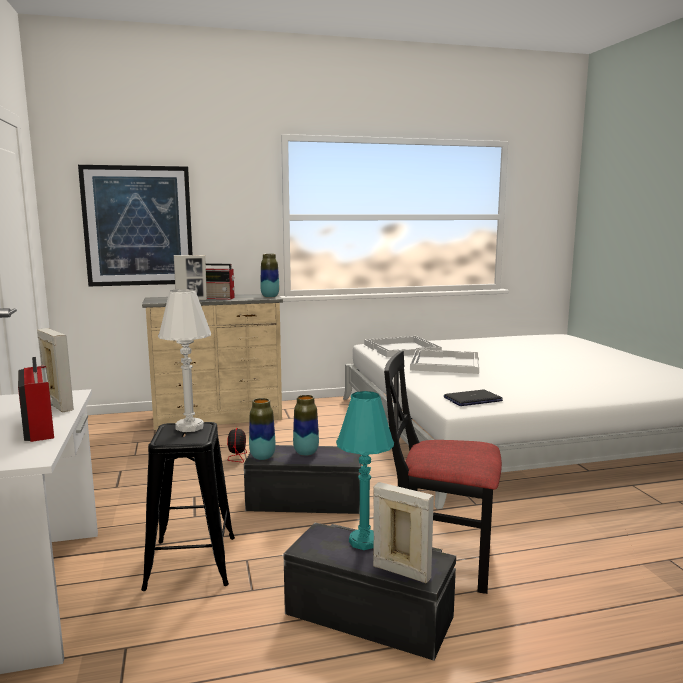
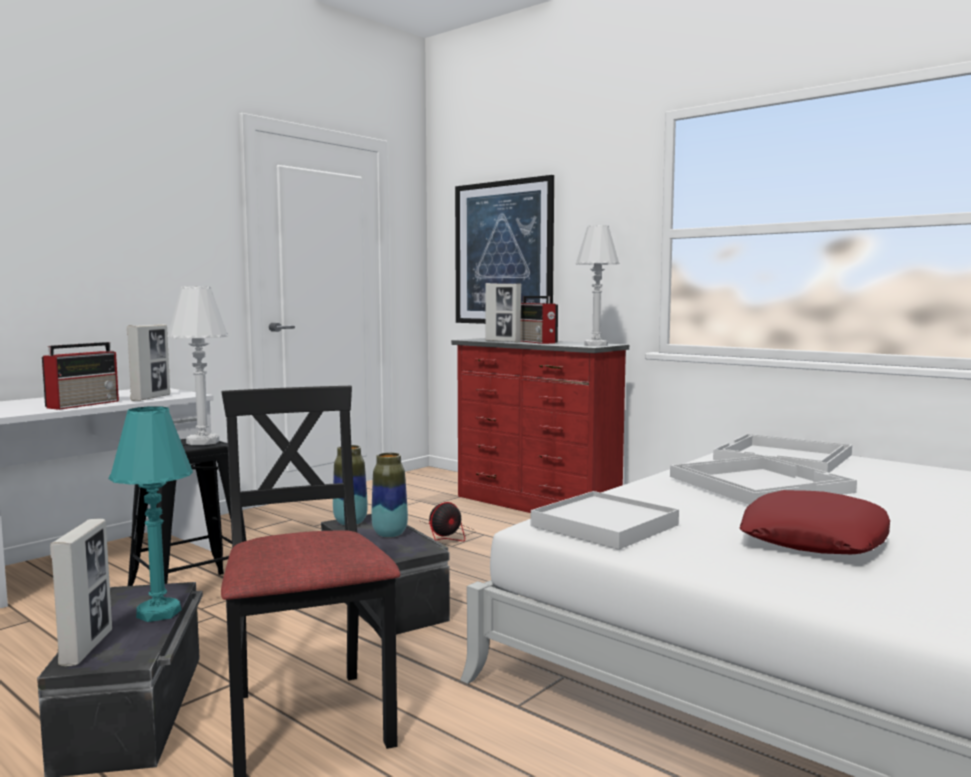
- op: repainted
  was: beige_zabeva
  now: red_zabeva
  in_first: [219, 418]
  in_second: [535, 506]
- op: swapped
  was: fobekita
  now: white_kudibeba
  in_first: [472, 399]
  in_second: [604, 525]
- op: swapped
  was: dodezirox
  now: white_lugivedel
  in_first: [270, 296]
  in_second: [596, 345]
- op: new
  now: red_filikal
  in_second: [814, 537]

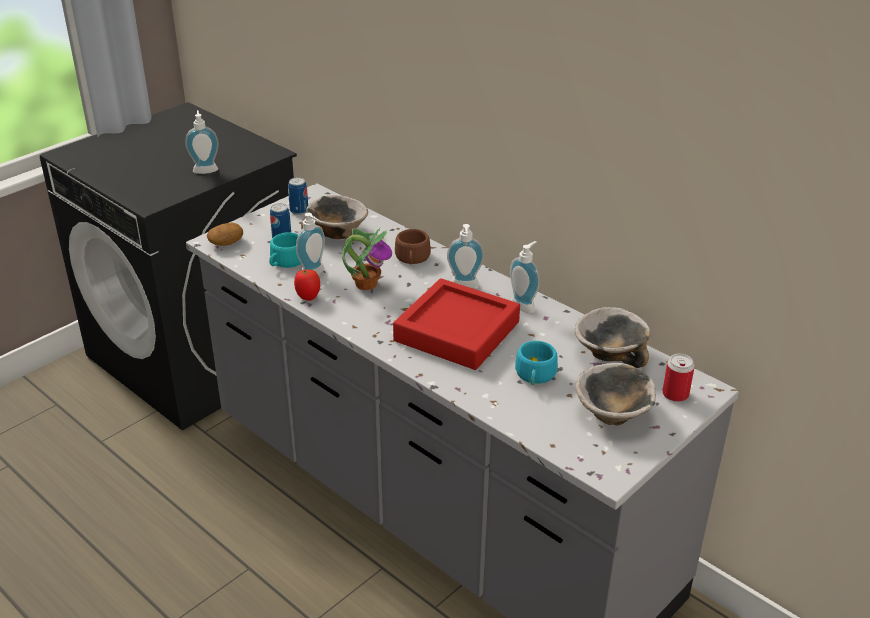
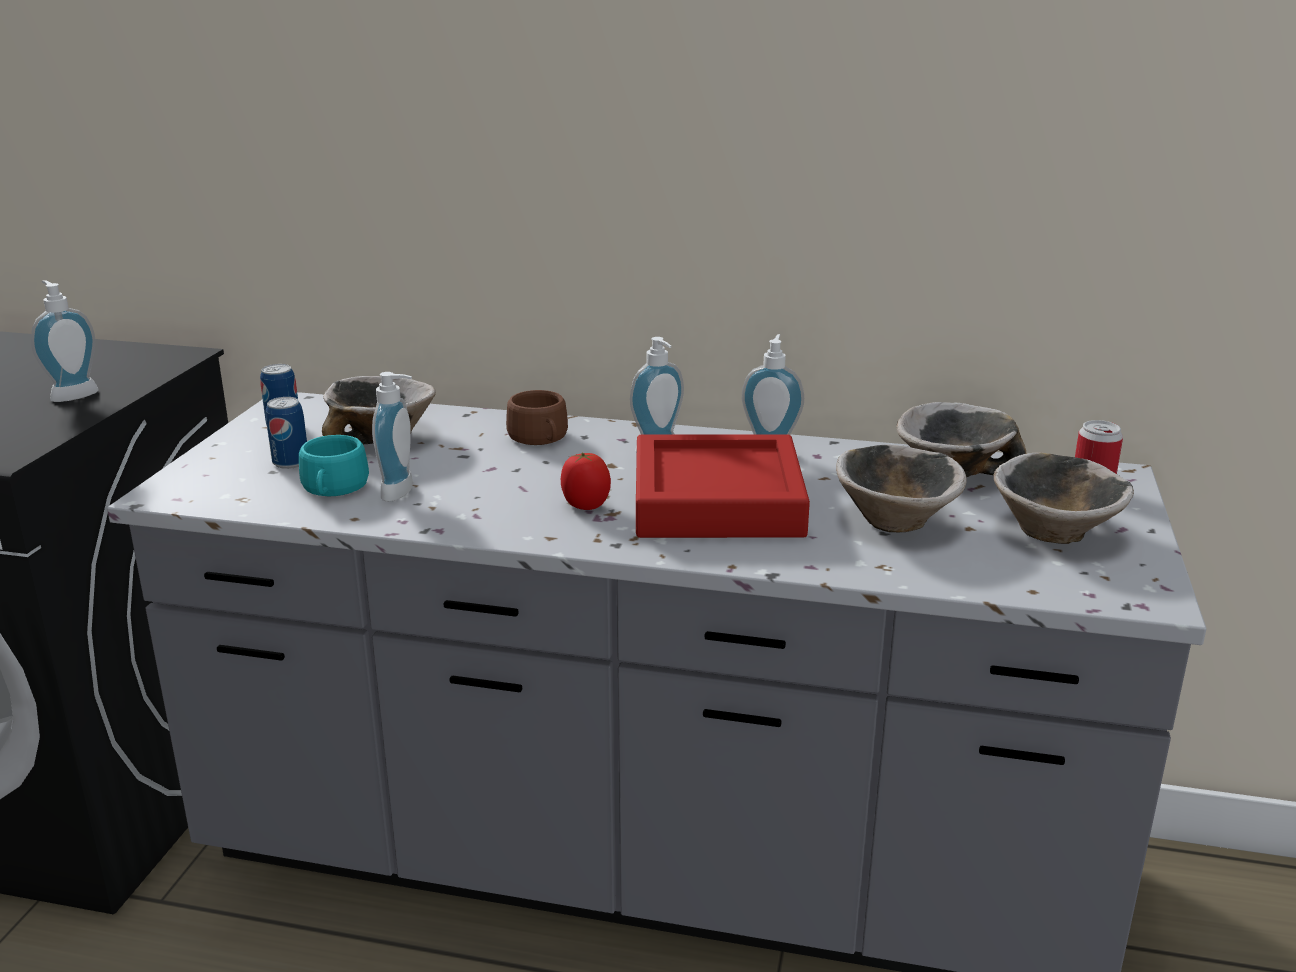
- op: shifted
  was: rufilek
  in_first: [308, 297]
  in_second: [585, 505]
- op: swapped
  was: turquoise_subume
  now: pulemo
  in_first: [535, 376]
  in_second: [895, 521]
- op: gone
  was: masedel
  in_first: [226, 243]
- op: gone
  was: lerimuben
  in_first: [366, 283]

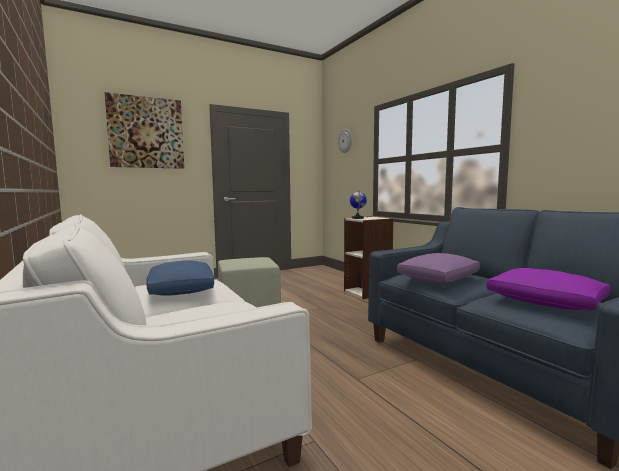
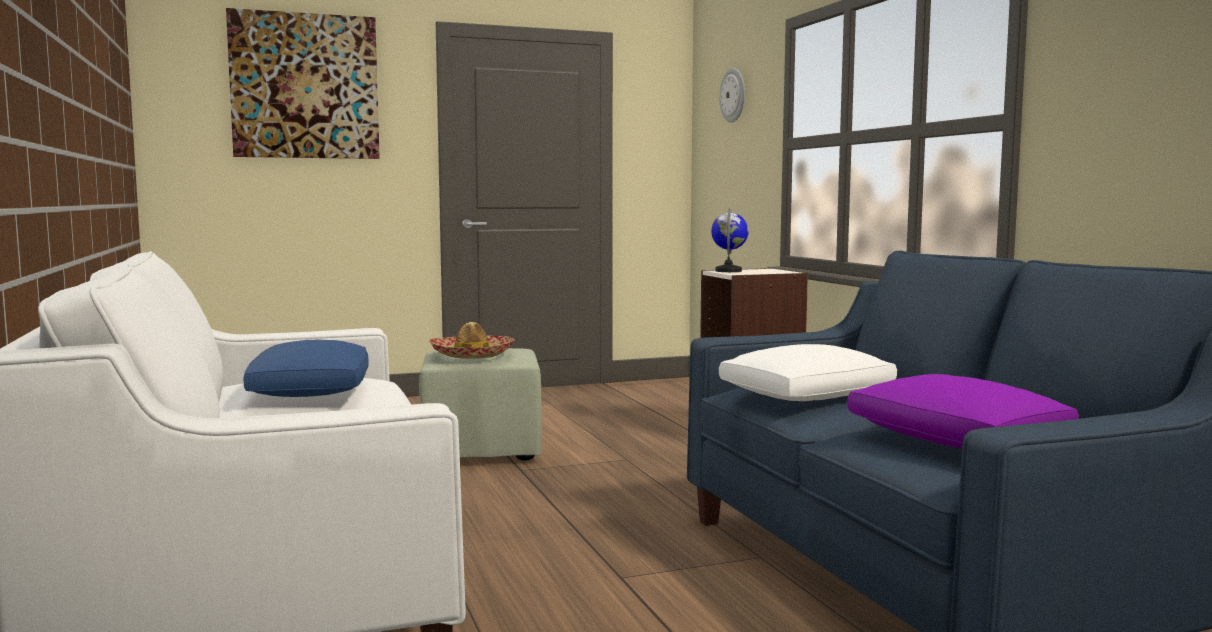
- op: new
  now: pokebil
  in_second: [472, 355]
- op: repainted
  was: purple_filikal
  now: white_filikal
  in_first: [438, 278]
  in_second: [807, 395]

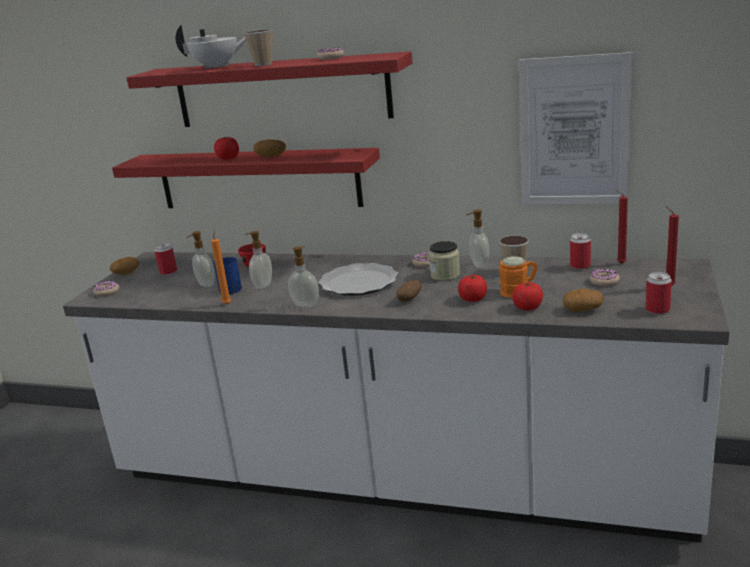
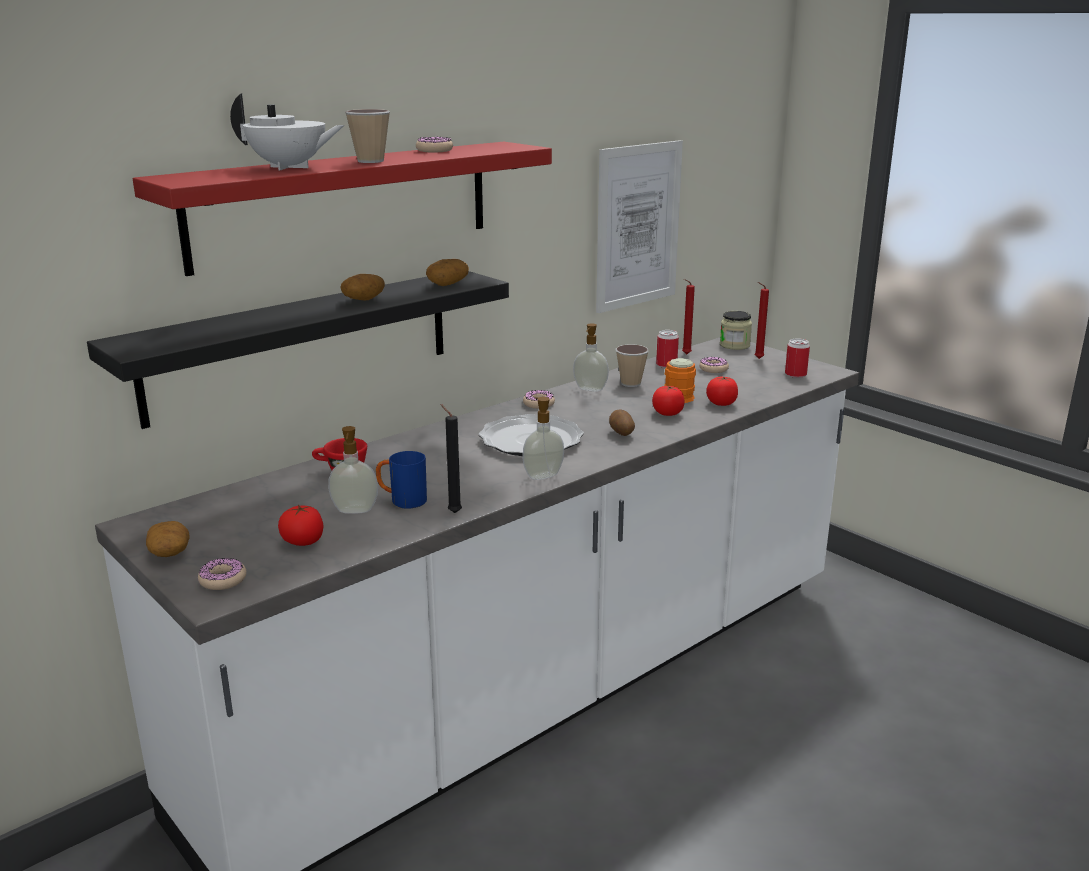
- op: repainted
  was: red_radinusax
  now: black_radinusax
  in_first: [258, 179]
  in_second: [302, 344]
- op: rotated
  was: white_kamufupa
  in_first: [217, 67]
  in_second: [289, 167]
  clockwise: 75
- op: shifted
  was: rufilek
  in_first: [228, 158]
  in_second: [303, 542]
- op: shifted
  was: masedel
  in_first: [583, 309]
  in_second: [448, 284]
- op: repainted
  was: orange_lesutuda
  now: black_lesutuda
  in_first: [227, 303]
  in_second: [453, 512]
- op: shifted
  was: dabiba
  in_first: [445, 275]
  in_second: [734, 345]
- op: gone
  was: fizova
  in_first: [168, 272]
- op: gone
  was: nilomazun
  in_first: [262, 285]

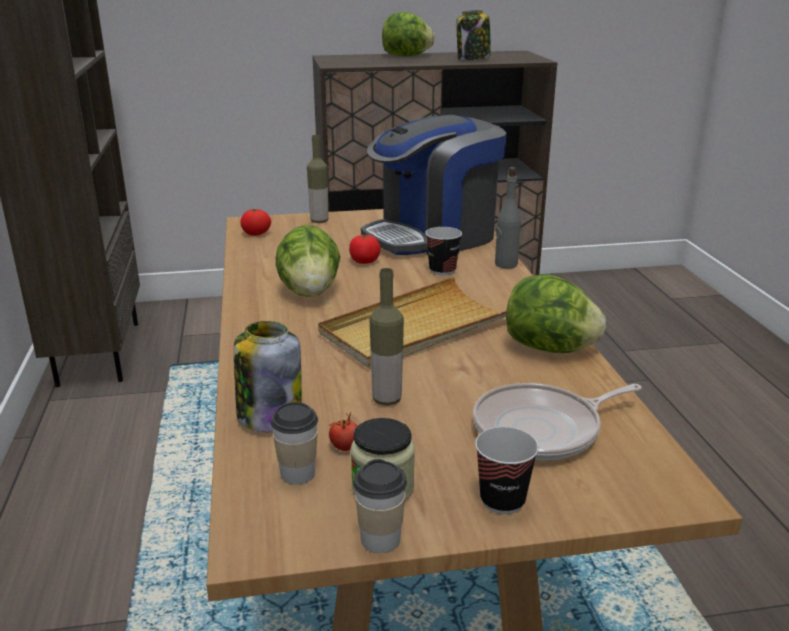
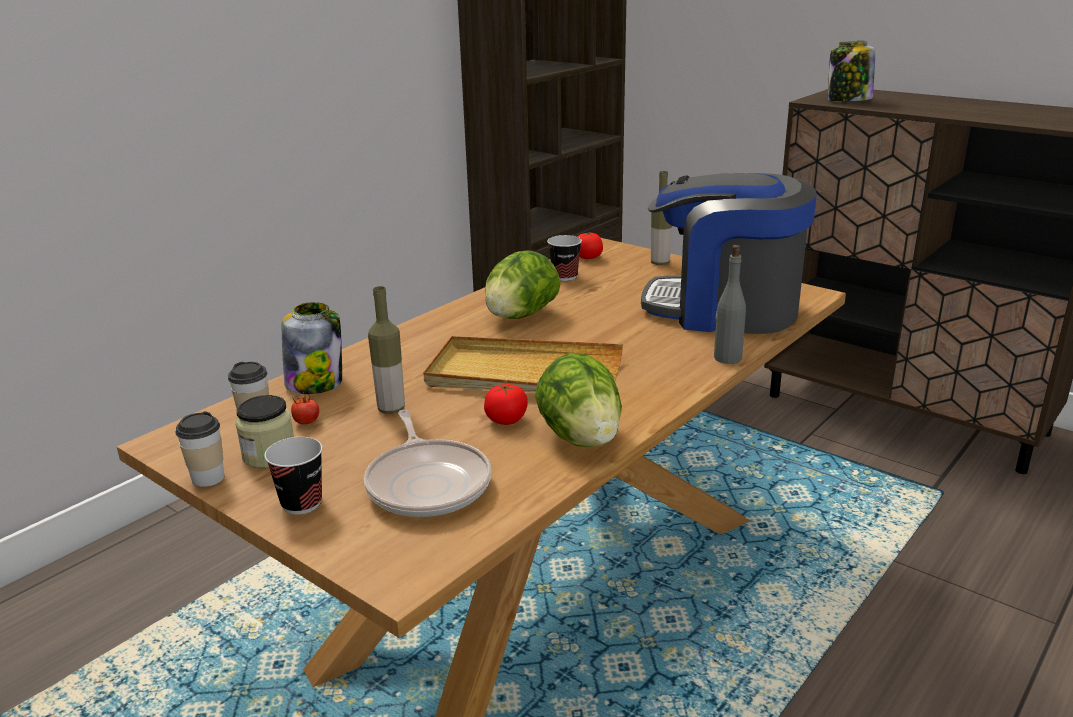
- op: rotated
  was: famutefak
  in_first: [542, 429]
  in_second: [428, 483]
  clockwise: -135
- op: shifted
  was: rufilek
  in_first: [364, 261]
  in_second: [506, 420]
- op: shifted
  was: subume
  in_first: [442, 270]
  in_second: [564, 276]
- op: shifted
  was: dabiba
  in_first: [473, 59]
  in_second: [848, 100]
- op: gone
  was: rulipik
  in_first: [406, 56]

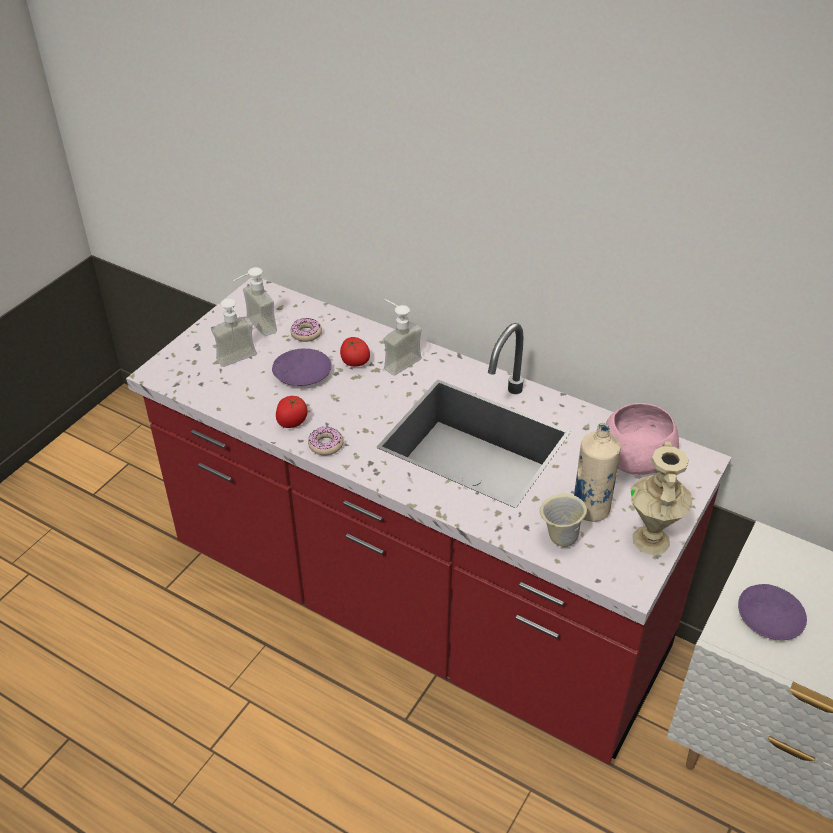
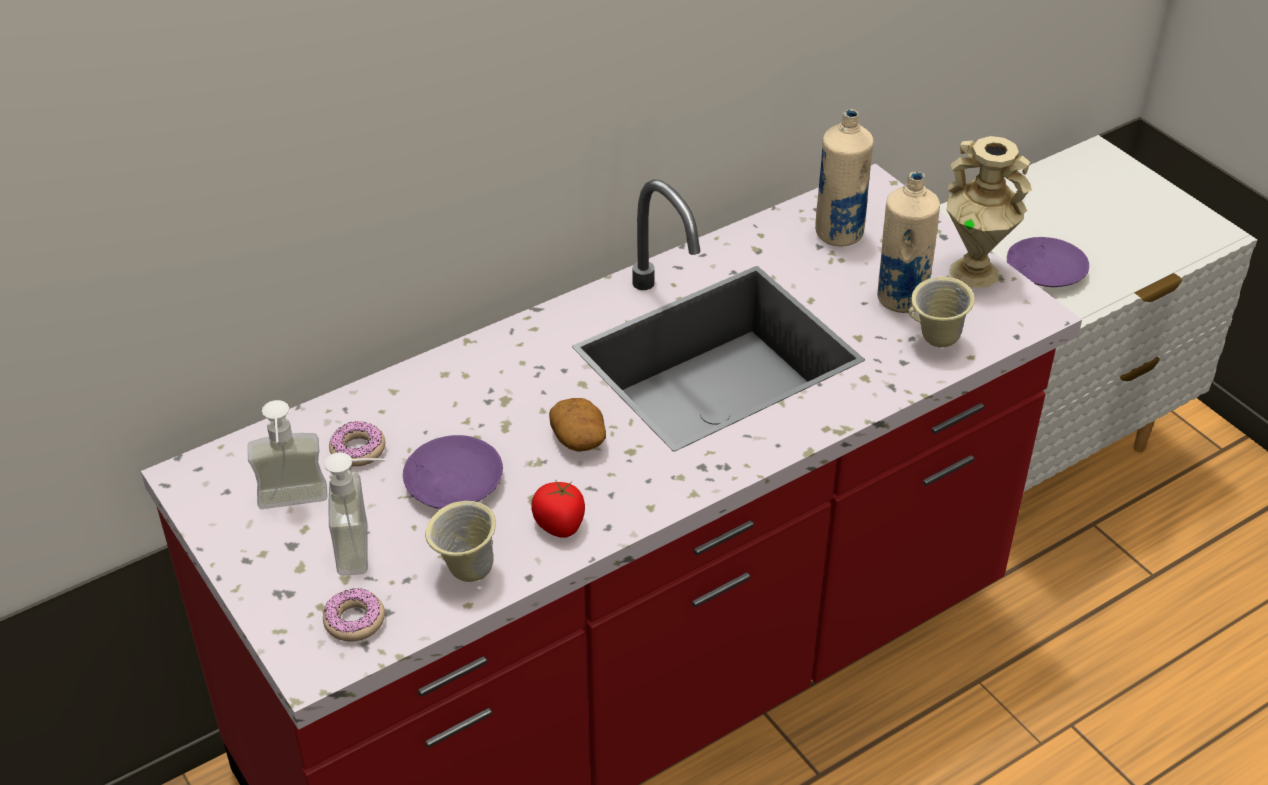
- op: shifted
  was: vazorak
  in_first: [326, 445]
  in_second: [354, 621]
- op: new
  now: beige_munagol
  in_second: [465, 572]
- op: new
  now: masedel
  in_second: [579, 439]
- op: swapped
  was: pink_pulemo
  now: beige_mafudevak
  in_first: [634, 460]
  in_second: [838, 234]
- op: gone
  was: rufilek
  in_first: [355, 362]
- op: gone
  was: nilomazun
  in_first: [397, 360]

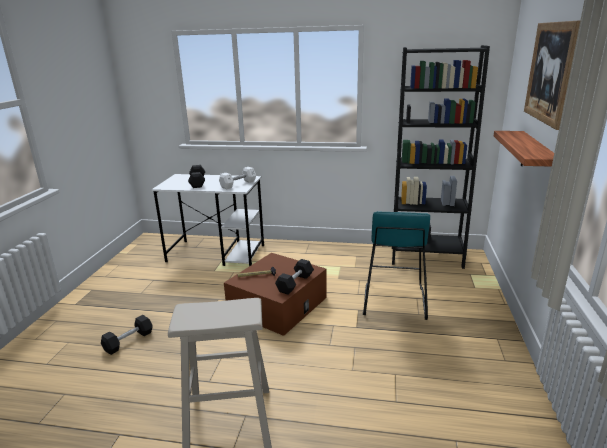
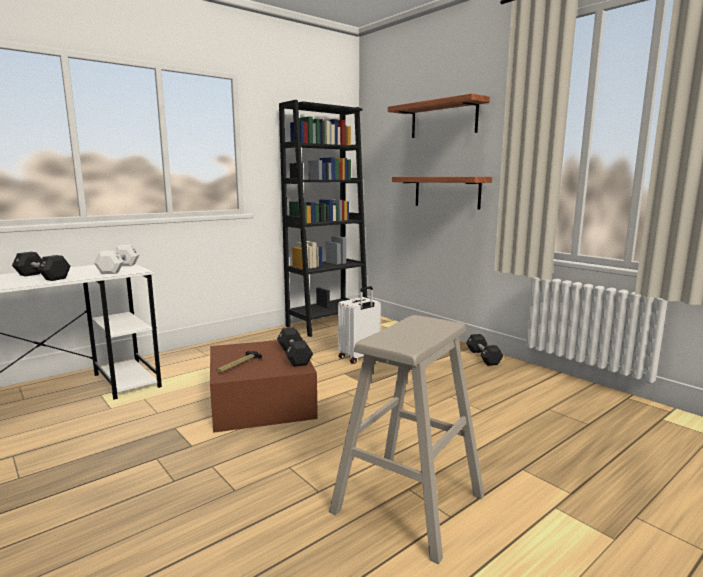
- op: swapped
  was: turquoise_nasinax
  now: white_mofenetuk
  in_first: [393, 301]
  in_second: [359, 357]
- op: swapped
  was: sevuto
  now: radinusax
  in_first: [550, 72]
  in_second: [443, 119]
- op: shifted
  was: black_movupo
  in_first: [128, 341]
  in_second: [483, 357]

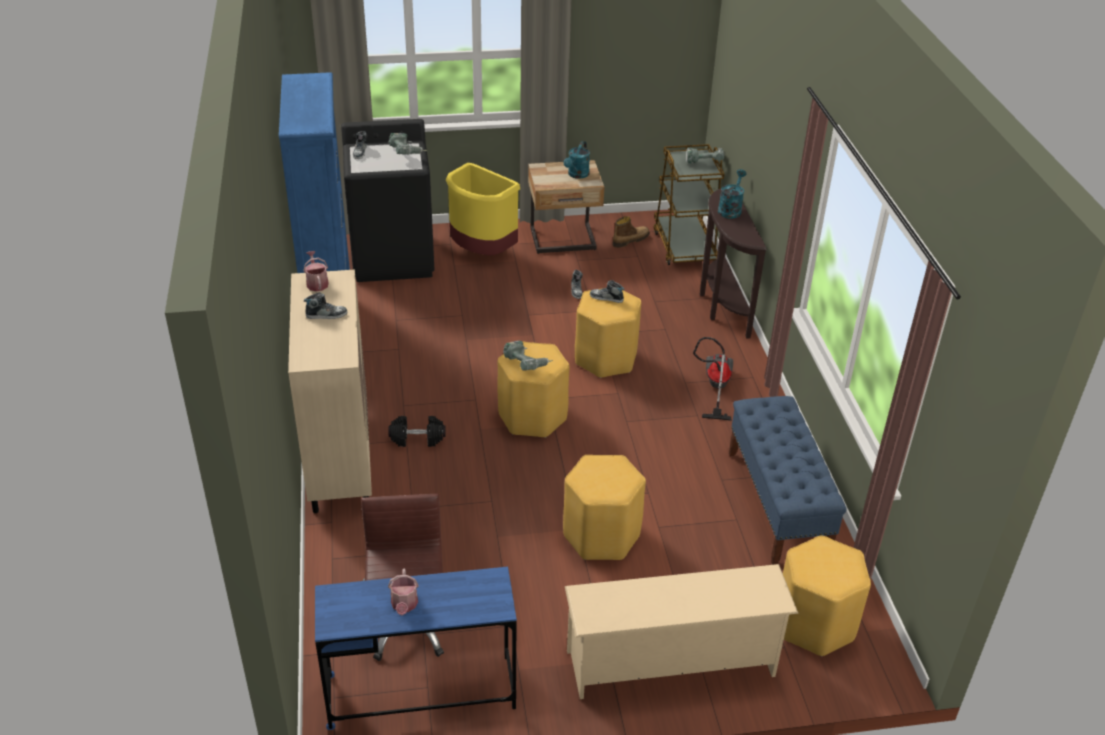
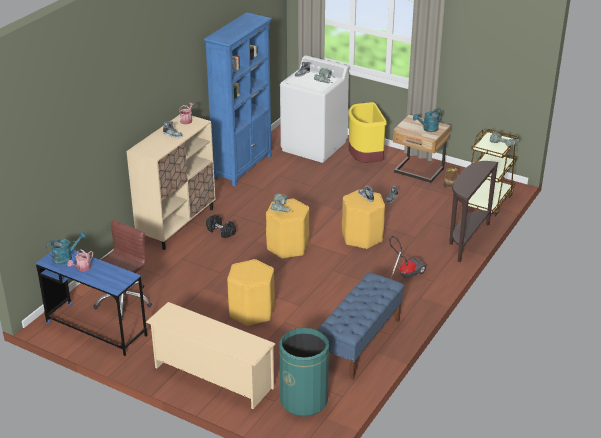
- op: shifted
  was: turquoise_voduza
  in_first: [730, 209]
  in_second: [66, 258]
- op: repainted
  was: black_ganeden
  now: white_ganeden
  in_first: [393, 258]
  in_second: [314, 146]
- op: swapped
  was: yellow_nasinax
  now: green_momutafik
  in_first: [815, 623]
  in_second: [304, 400]

